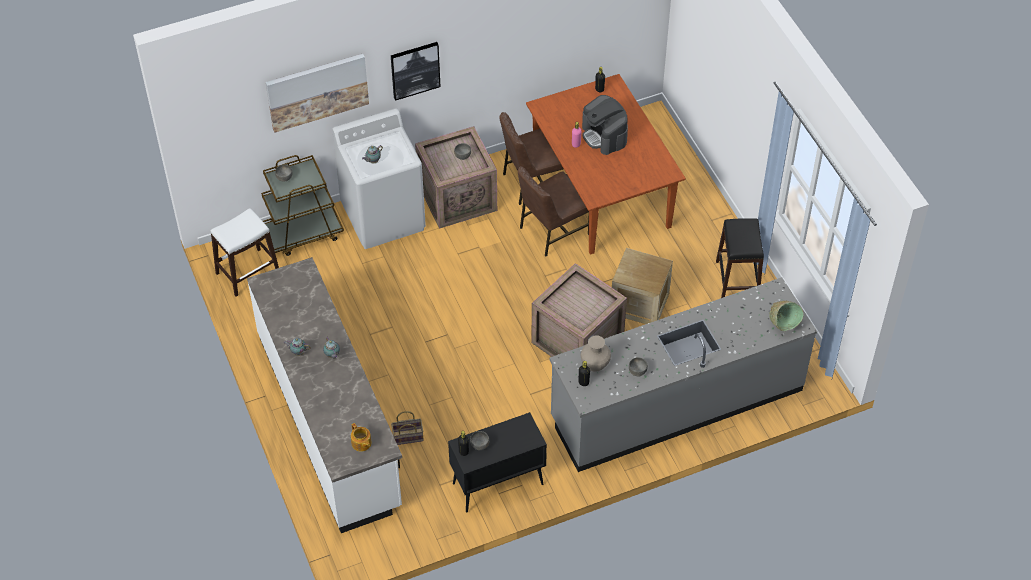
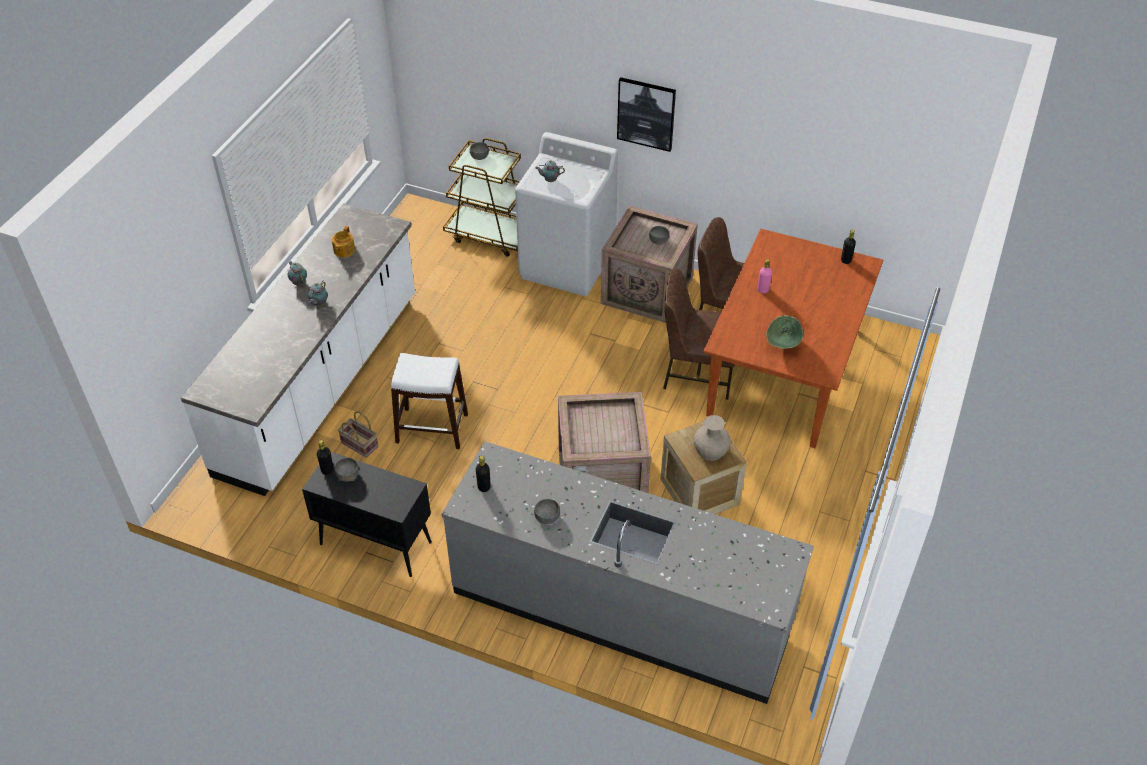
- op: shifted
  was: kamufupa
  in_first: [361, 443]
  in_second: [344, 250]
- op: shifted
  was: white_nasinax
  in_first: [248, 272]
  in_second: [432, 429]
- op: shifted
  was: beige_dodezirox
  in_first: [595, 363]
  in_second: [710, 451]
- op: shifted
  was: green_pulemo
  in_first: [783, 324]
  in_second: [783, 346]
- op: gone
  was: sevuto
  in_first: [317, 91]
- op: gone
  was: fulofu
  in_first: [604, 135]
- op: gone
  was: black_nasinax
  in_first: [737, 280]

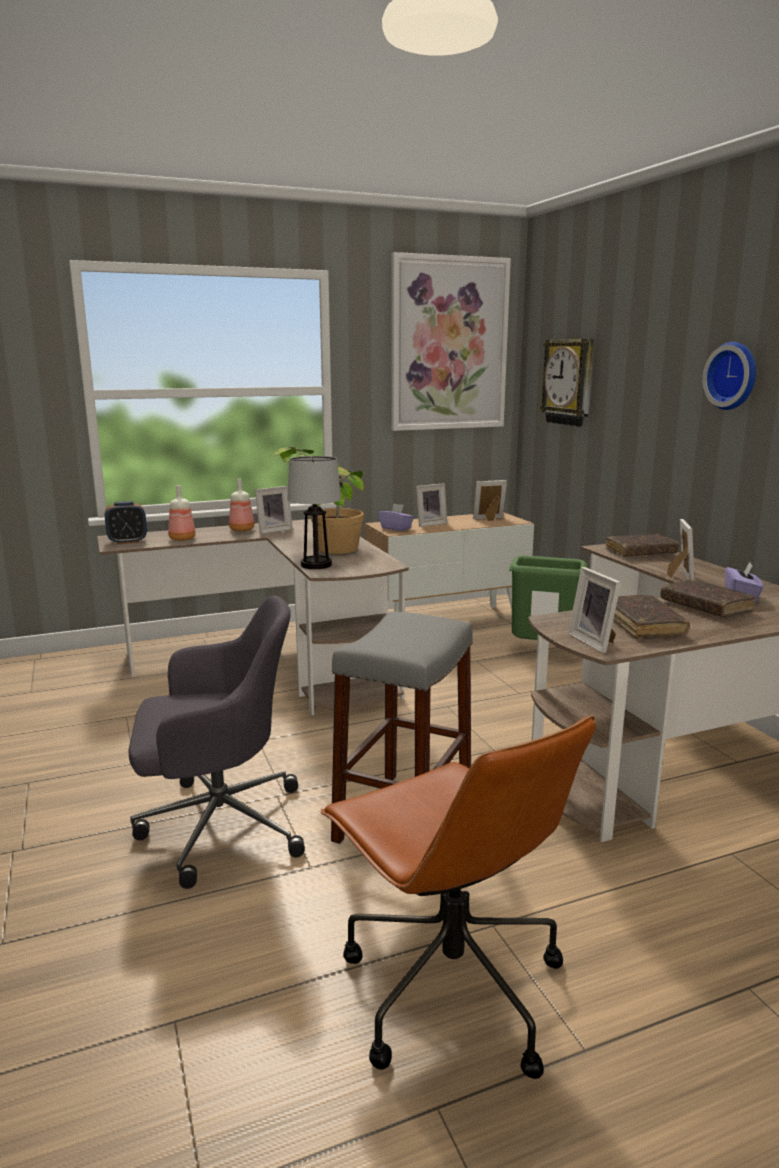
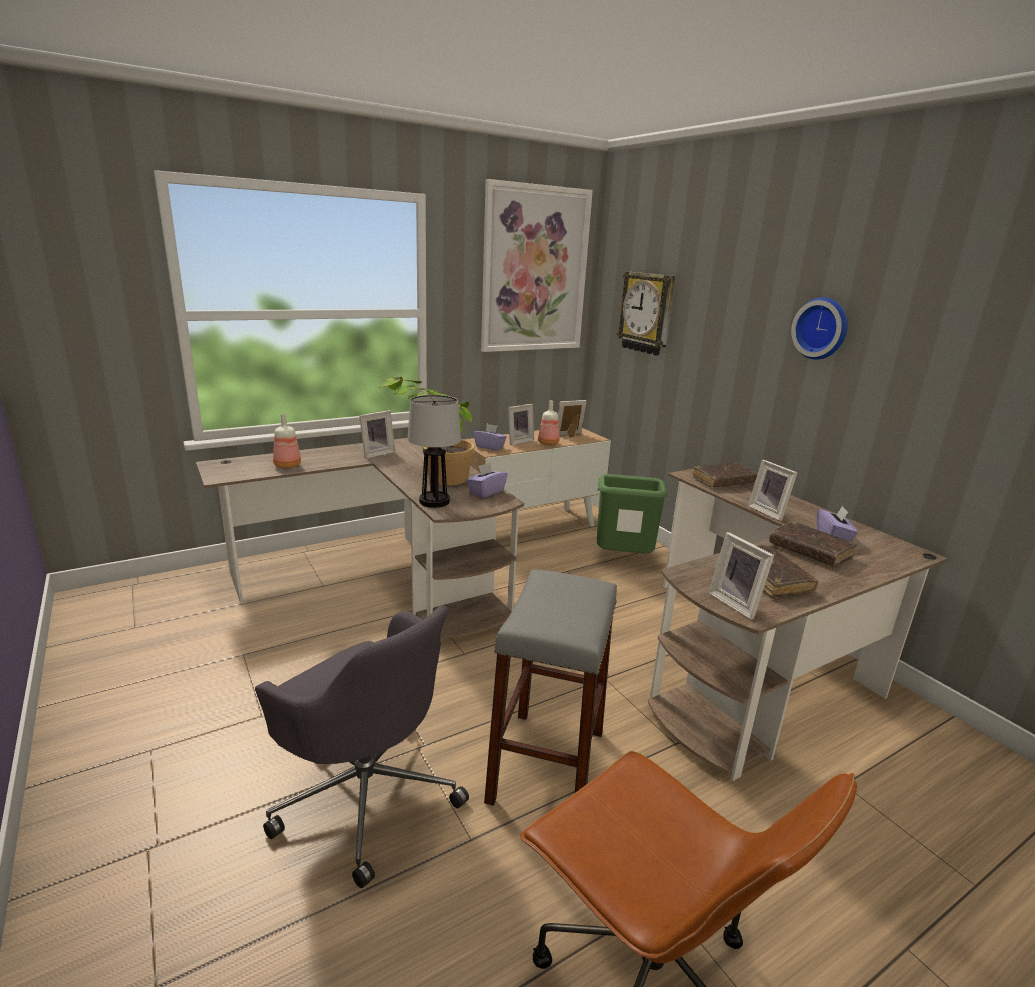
- op: rotated
  was: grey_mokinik
  in_first: [218, 826]
  in_second: [366, 793]
  clockwise: 60
- op: new
  now: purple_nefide
  in_second: [486, 492]
- op: shifted
  was: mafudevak
  in_first: [241, 529]
  in_second: [548, 443]
- op: rotated
  was: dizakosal
  in_first: [679, 577]
  in_second: [769, 512]
  clockwise: 150
- op: gone
  was: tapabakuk
  in_first: [127, 541]

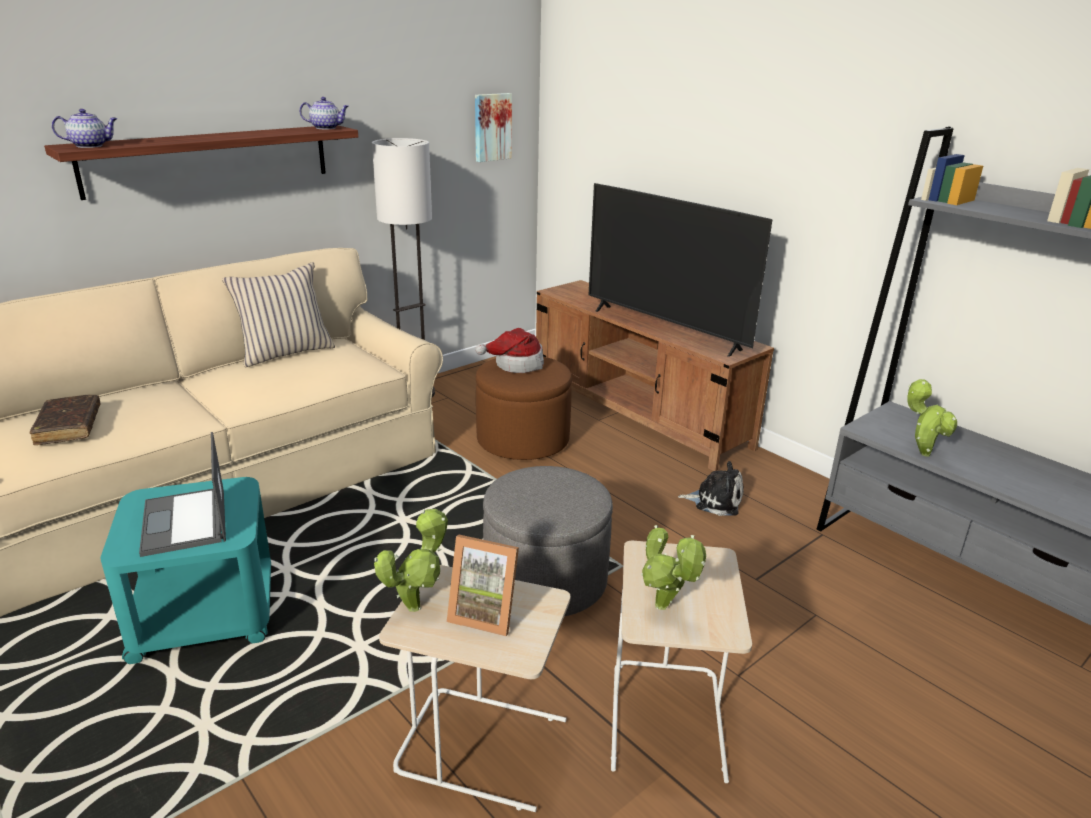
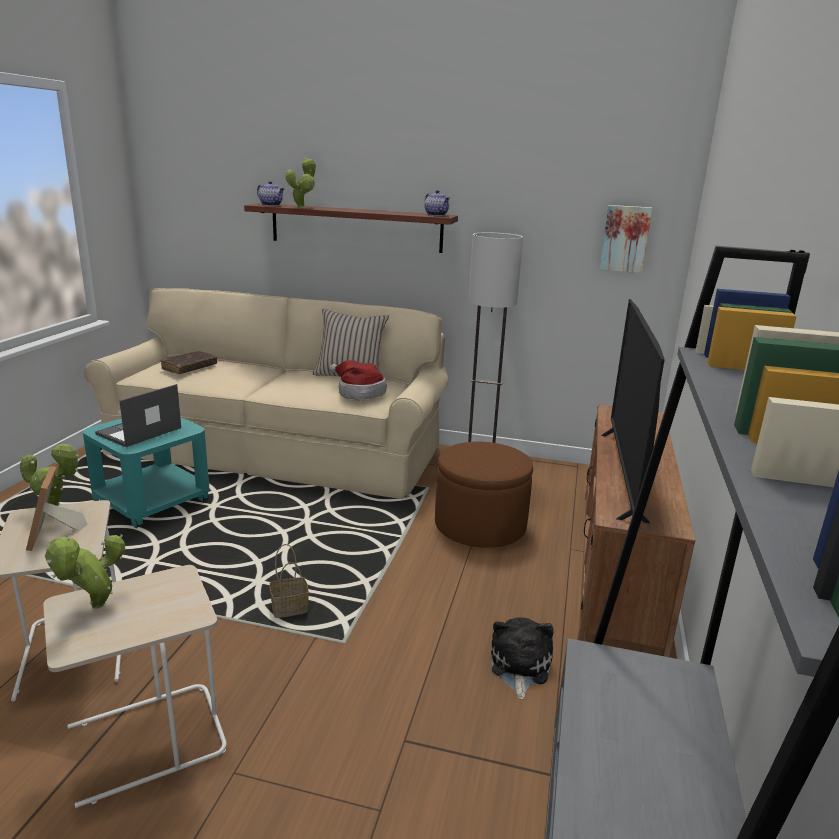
- op: swapped
  was: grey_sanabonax
  now: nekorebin
  in_first: [545, 580]
  in_second: [288, 609]
- op: shifted
  was: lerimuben
  in_first: [921, 452]
  in_second: [303, 207]
- op: shifted
  was: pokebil
  in_first: [516, 364]
  in_second: [358, 393]
- op: rotated
  was: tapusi
  in_first: [715, 501]
  in_second: [519, 666]
  clockwise: -150

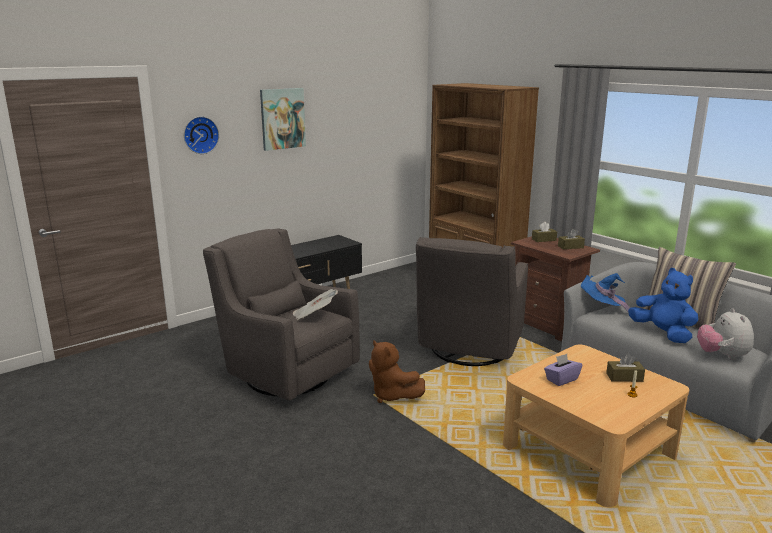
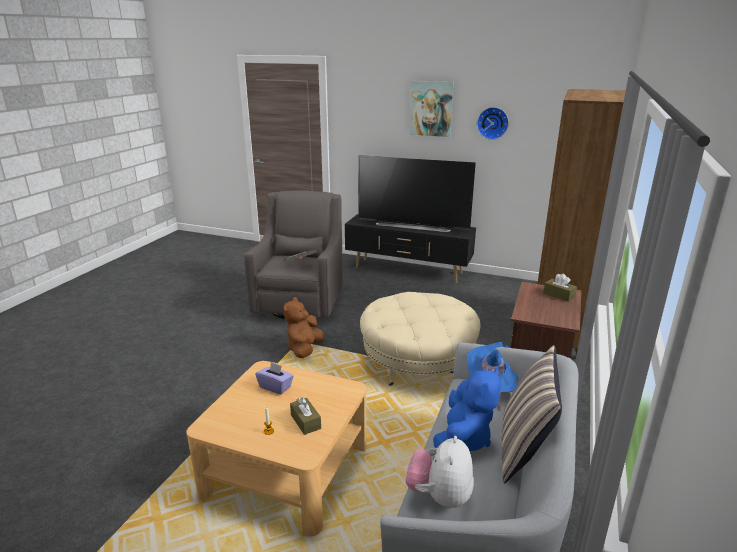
- op: new
  now: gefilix
  in_second: [413, 225]
- op: swapped
  was: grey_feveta
  now: beige_sanabonax
  in_first: [468, 350]
  in_second: [418, 362]
- op: rotated
  was: tapusi
  in_first: [722, 356]
  in_second: [439, 496]
  clockwise: -45
- op: shifted
  was: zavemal
  in_first: [200, 135]
  in_second: [493, 123]
- op: gone
  was: brown_nefide
  in_first: [570, 247]

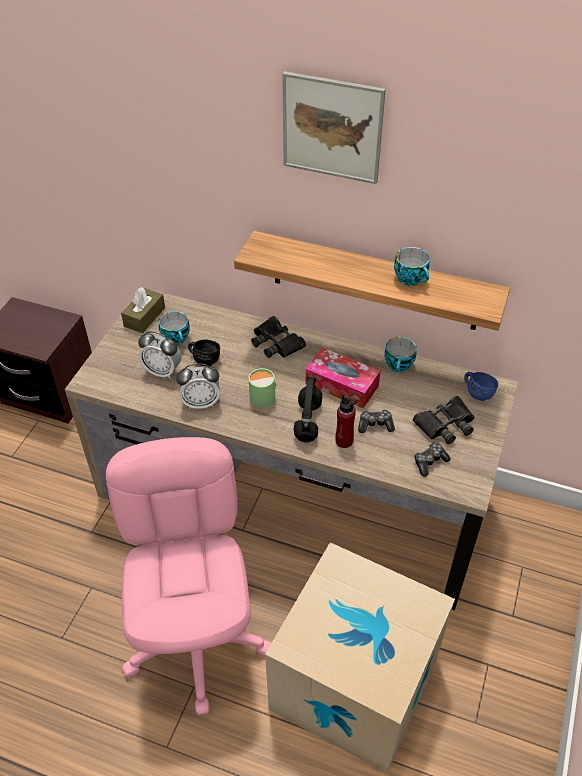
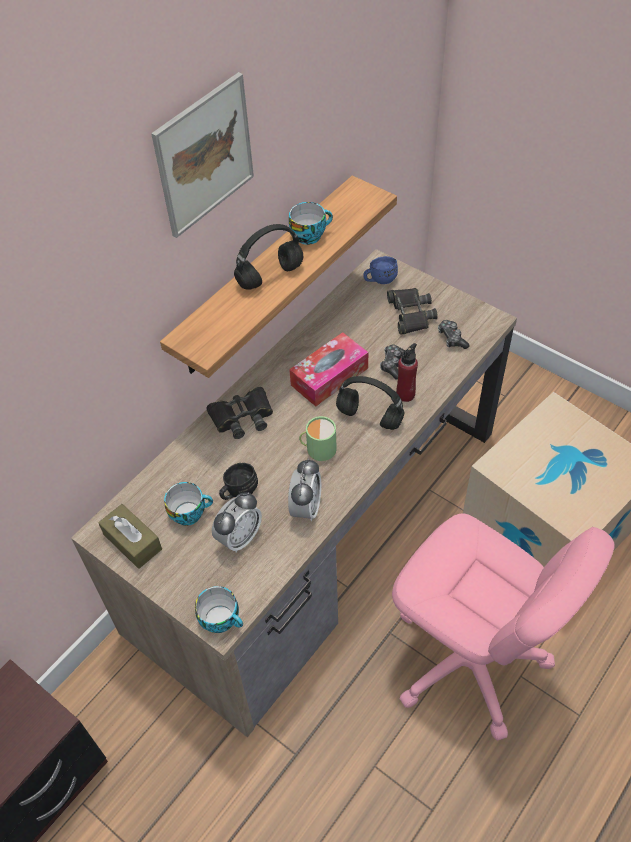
- op: shifted
  was: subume
  in_first: [399, 366]
  in_second: [222, 619]
- op: new
  now: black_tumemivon
  in_second: [269, 277]
- op: rotated
  was: pink_mokinik
  in_first: [198, 639]
  in_second: [469, 661]
  clockwise: -150

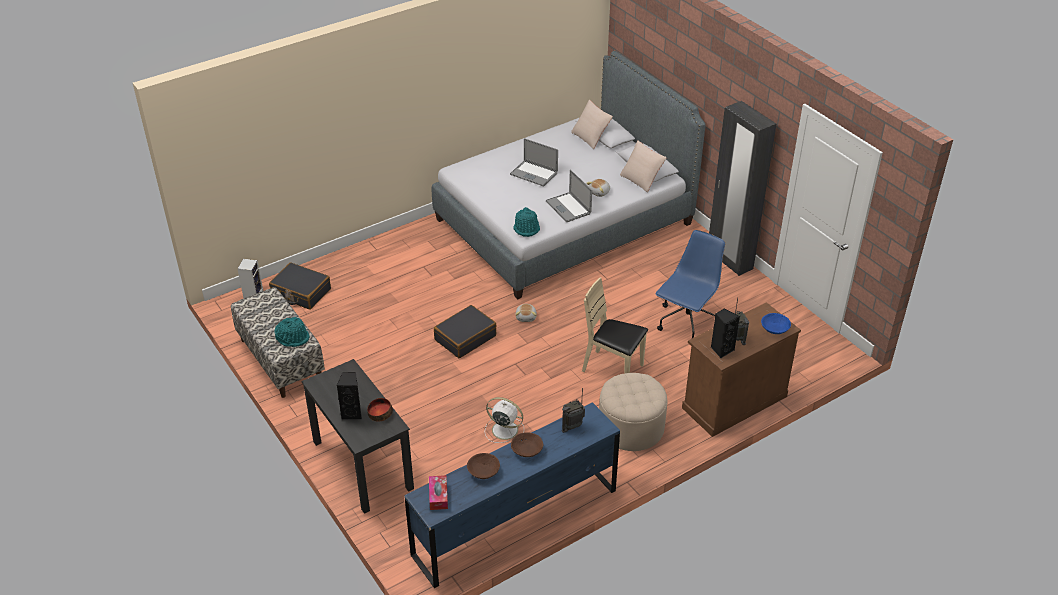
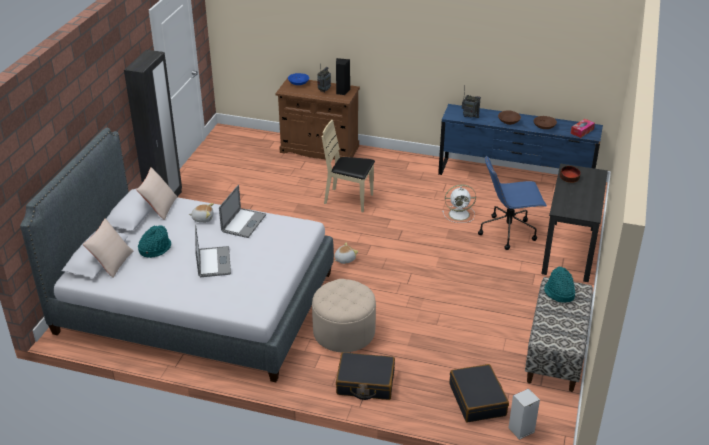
- op: shifted
  was: turquoise_pokebil
  in_first: [526, 228]
  in_second: [155, 249]
- op: shifted
  was: beige_sanabonax
  in_first: [631, 428]
  in_second: [344, 332]
- op: rotated
  was: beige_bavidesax
  in_first: [613, 369]
  in_second: [349, 200]
  clockwise: 120
- op: shifted
  was: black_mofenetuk
  in_first: [465, 337]
  in_second: [365, 383]
- op: rotated
  was: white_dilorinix
  in_first: [503, 429]
  in_second: [460, 214]
  clockwise: -75
- op: shifted
  was: blue_mokinik
  in_first: [687, 323]
  in_second: [508, 232]
- op: gone
  was: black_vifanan
  in_first: [352, 413]

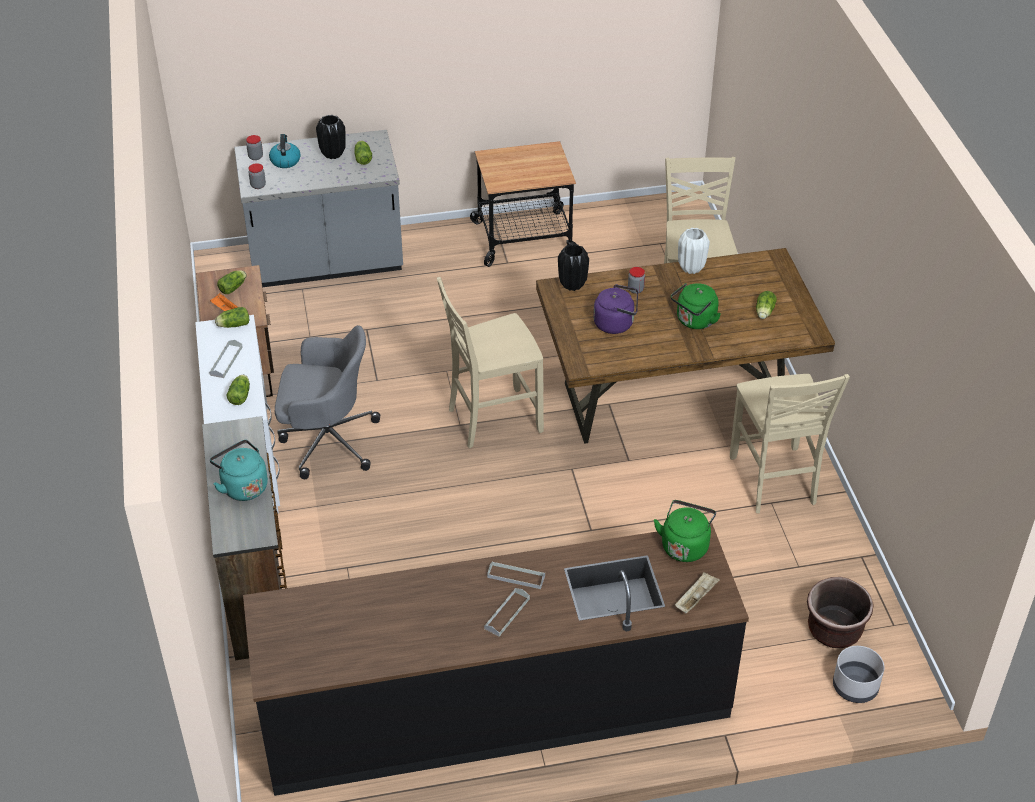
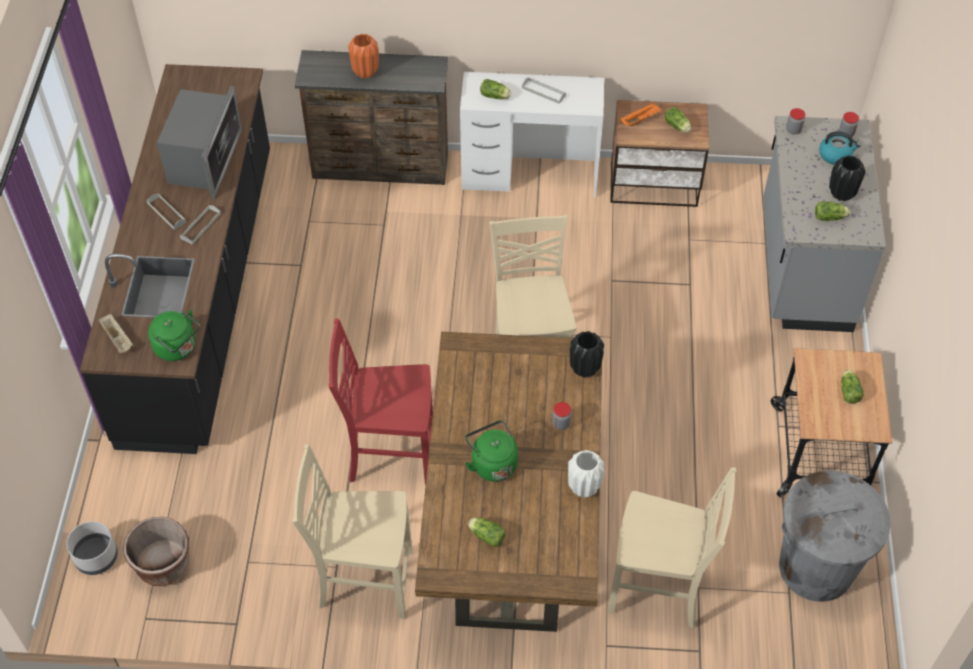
- op: new
  now: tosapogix
  in_second: [204, 160]
- op: new
  now: red_bavidesax
  in_second: [390, 455]
- op: swapped
  was: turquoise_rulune
  now: orange_dodezirox
  in_first: [242, 486]
  in_second: [365, 72]
- op: new
  now: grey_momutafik
  in_second: [816, 568]
- op: shifted
  was: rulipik
  in_first: [233, 325]
  in_second: [849, 391]
- op: gone
  was: grey_mokinik
  in_first: [327, 441]
- op: gone
  was: purple_rulune
  in_first: [616, 323]

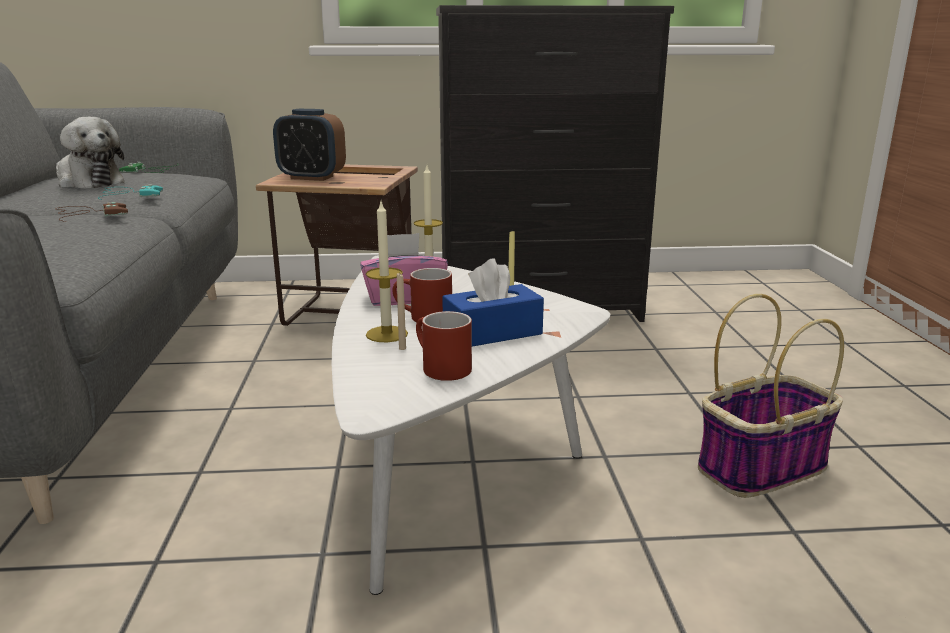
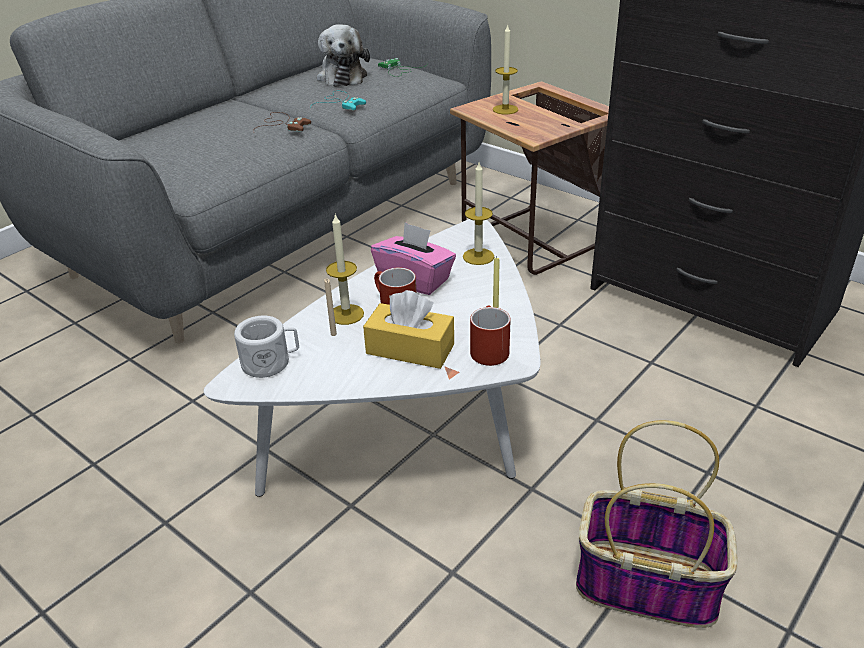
- op: new
  now: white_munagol
  in_second: [271, 362]
- op: repainted
  was: blue_nefide
  now: yellow_nefide
  in_first: [492, 333]
  in_second: [410, 349]
- op: shifted
  was: red_munagol
  in_first: [439, 368]
  in_second: [487, 348]
- op: swapped
  was: tapabakuk
  now: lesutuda
  in_first: [312, 177]
  in_second: [505, 109]

